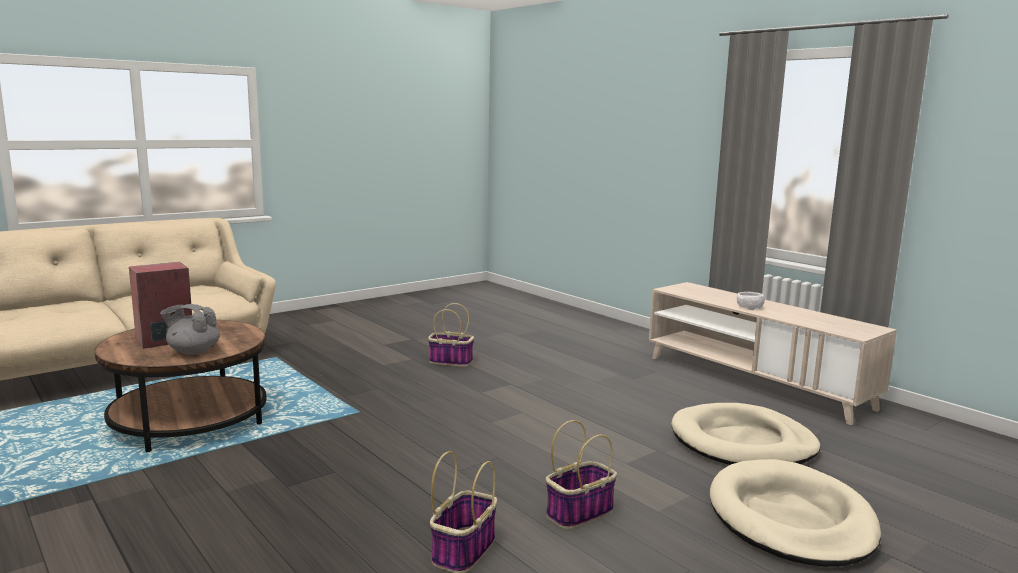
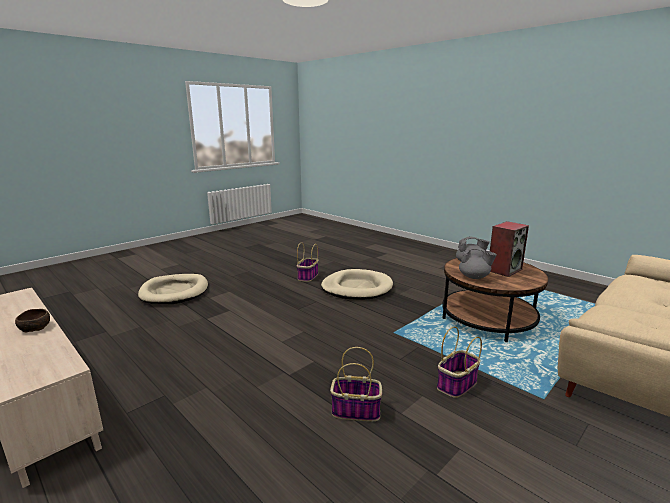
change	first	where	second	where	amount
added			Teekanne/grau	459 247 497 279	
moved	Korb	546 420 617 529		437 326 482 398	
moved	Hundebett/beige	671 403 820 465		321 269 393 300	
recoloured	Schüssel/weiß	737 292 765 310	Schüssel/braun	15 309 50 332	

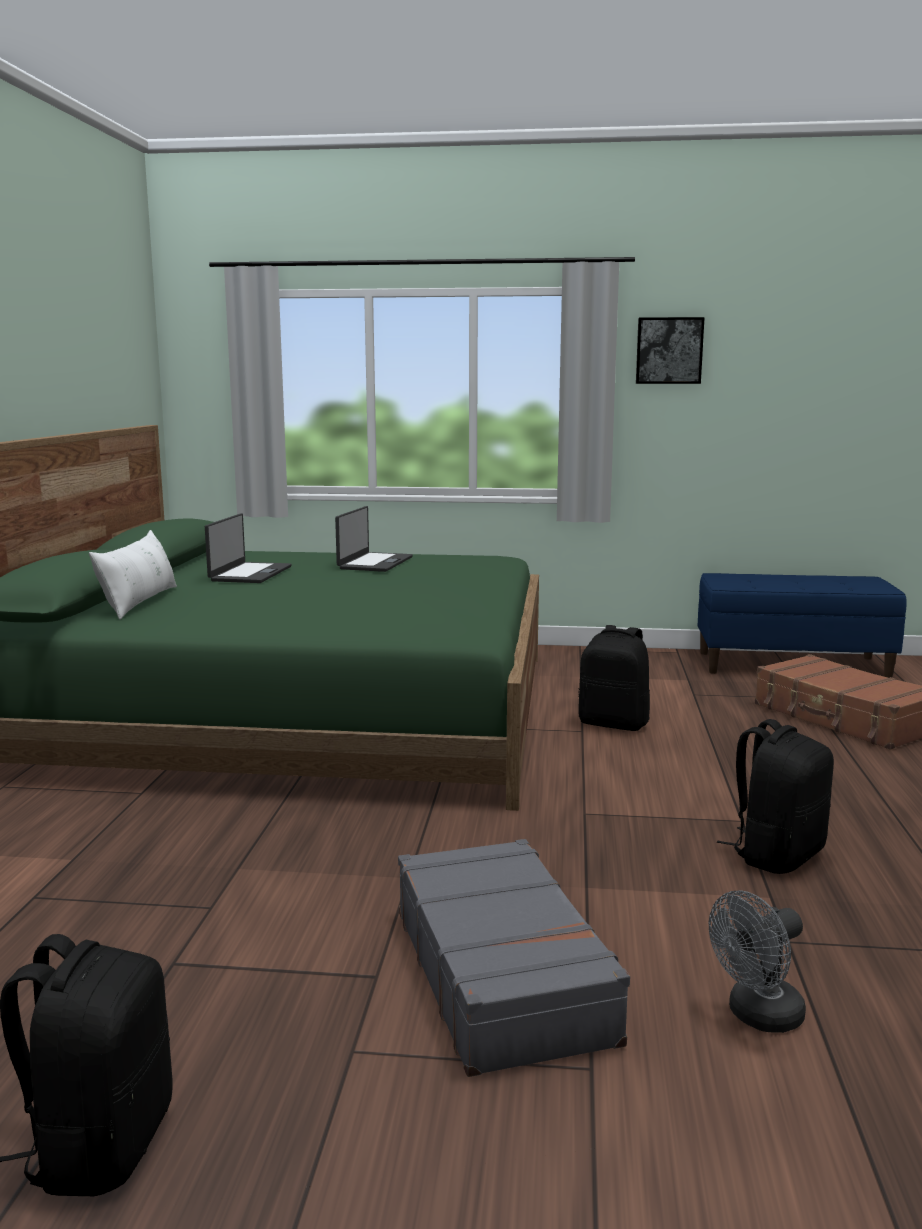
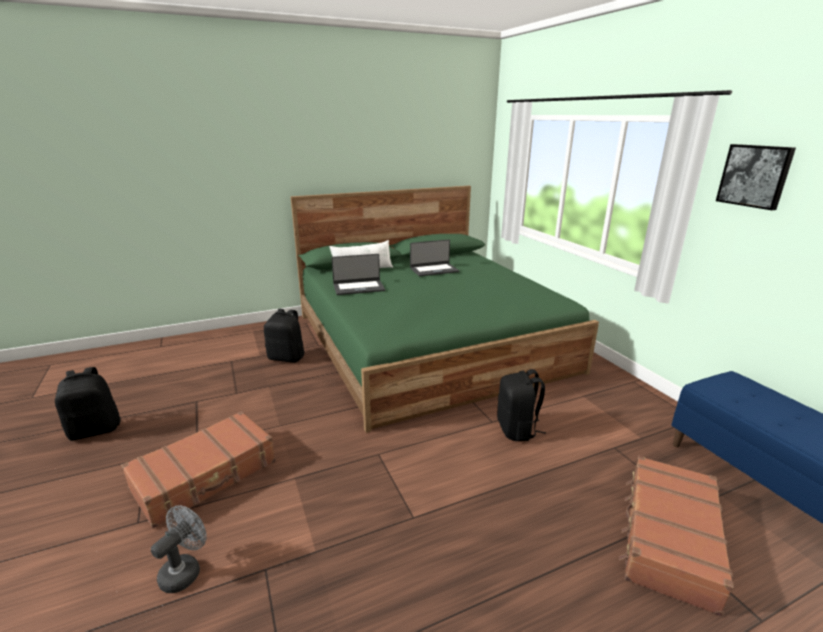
change	first	where	second	where	amount
moved	Laptop	335 506 413 572		332 254 385 295	
moved	Rucksack/schwarz	717 719 834 874		264 309 305 363	
recoloured	Koffer/grau	398 839 630 1077	Koffer/braun	121 411 276 528	
turned	Ventilator/grau	709 890 806 1033		151 505 206 593	90 degrees clockwise

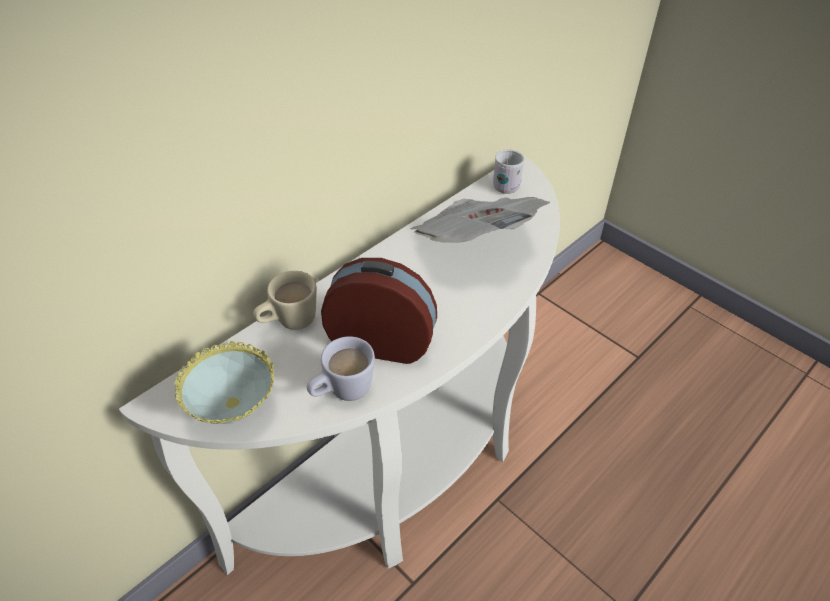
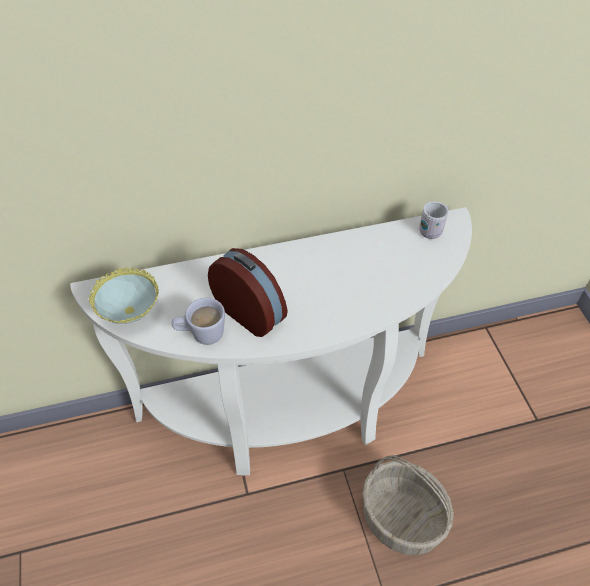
change	first	where	second	where	amount
removed	Henkelbecher/beige	253 271 317 330			
removed	Zeitung	410 197 550 243			
added			Korb	362 455 454 555	

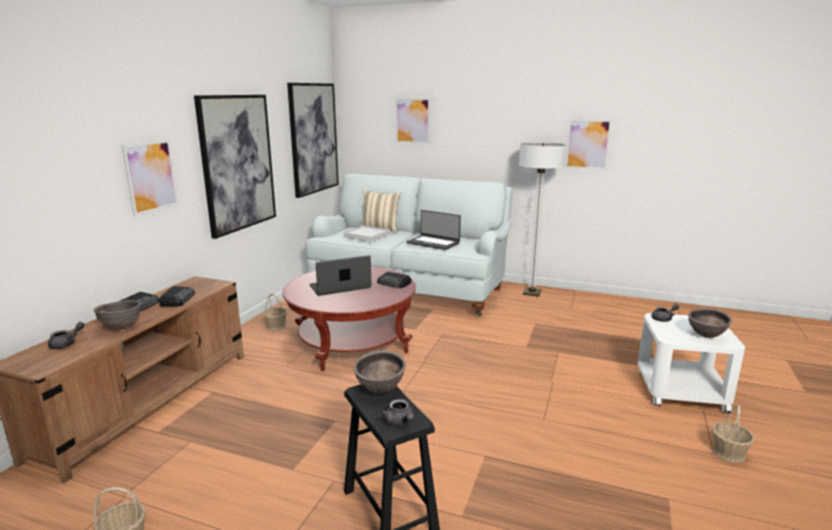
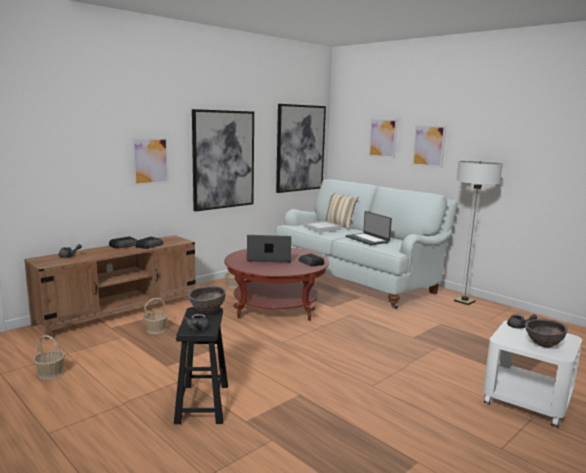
change	first	where	second	where	amount
removed	Schüssel/braun	93 300 141 330			
moved	Bild	565 119 612 170		412 125 446 168	
moved	Korb	712 405 754 463		143 298 168 334	

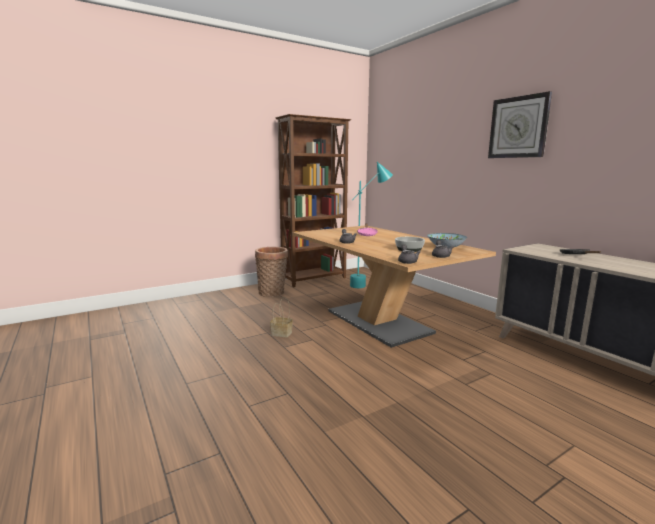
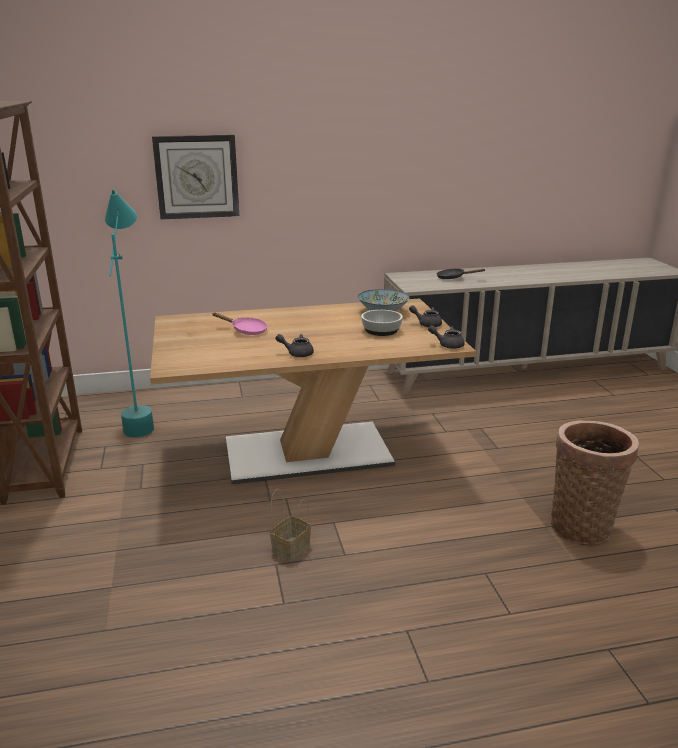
change	first	where	second	where	amount
moved	Korb	255 247 288 297		551 420 639 546	
moved	Wanduhr	488 91 552 158		152 135 239 219	

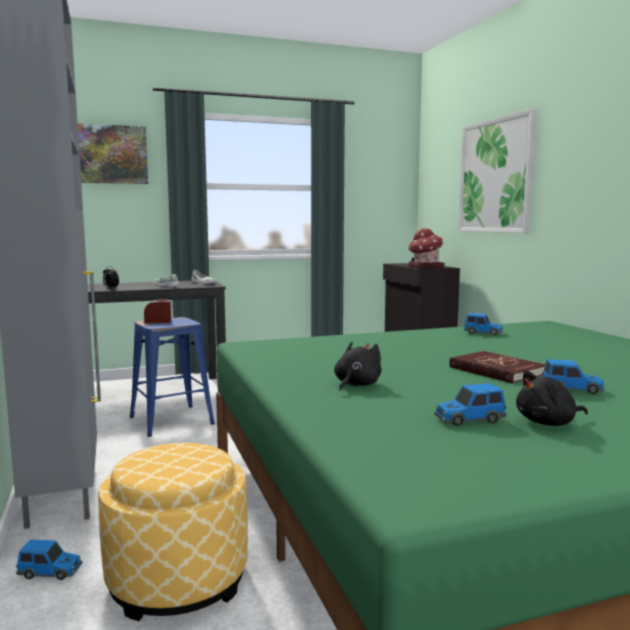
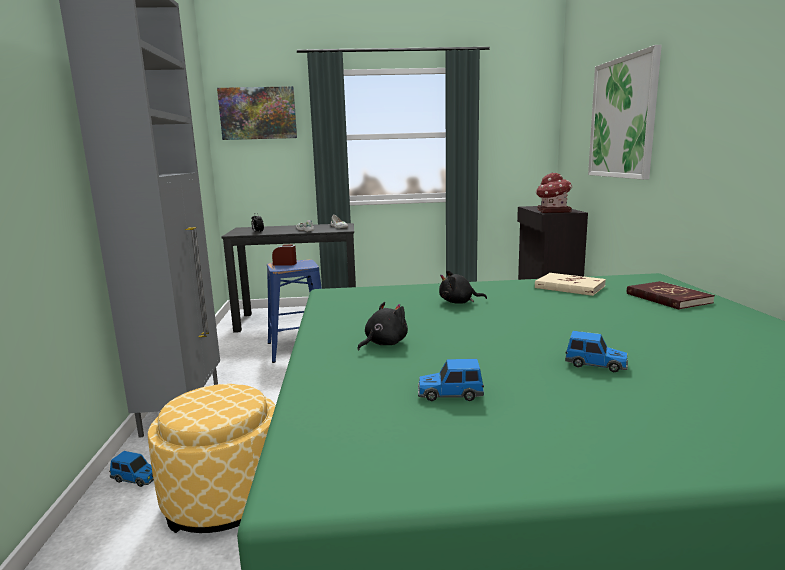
change	first	where	second	where	amount
moved	Buch/rot	449 351 545 384		627 281 715 310	
moved	Plüschtier/schwarz	516 371 588 426		439 270 487 304	
replaced	Spielzeugauto	464 313 503 336	Buch/beige	535 273 606 296	

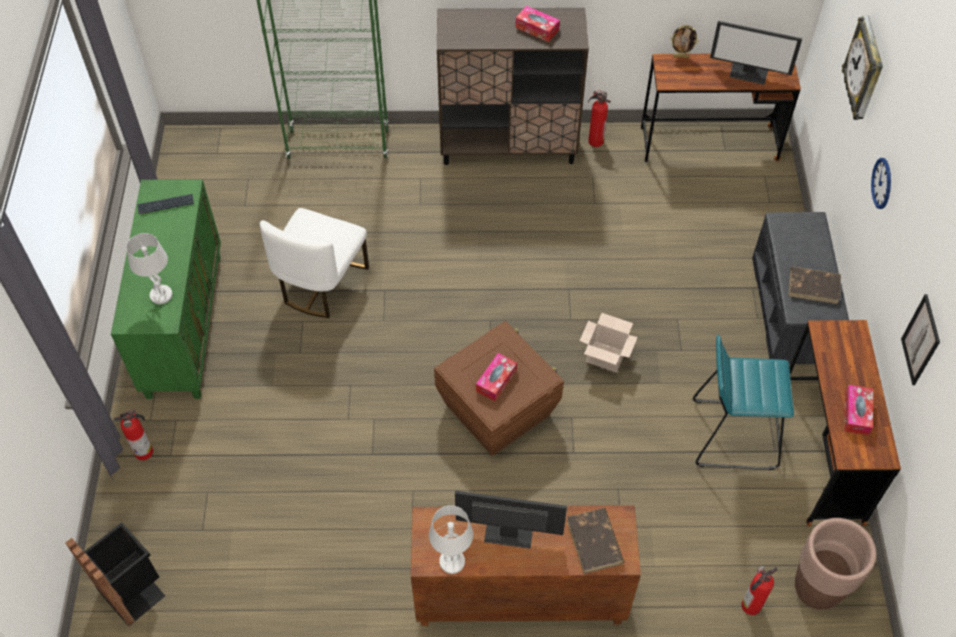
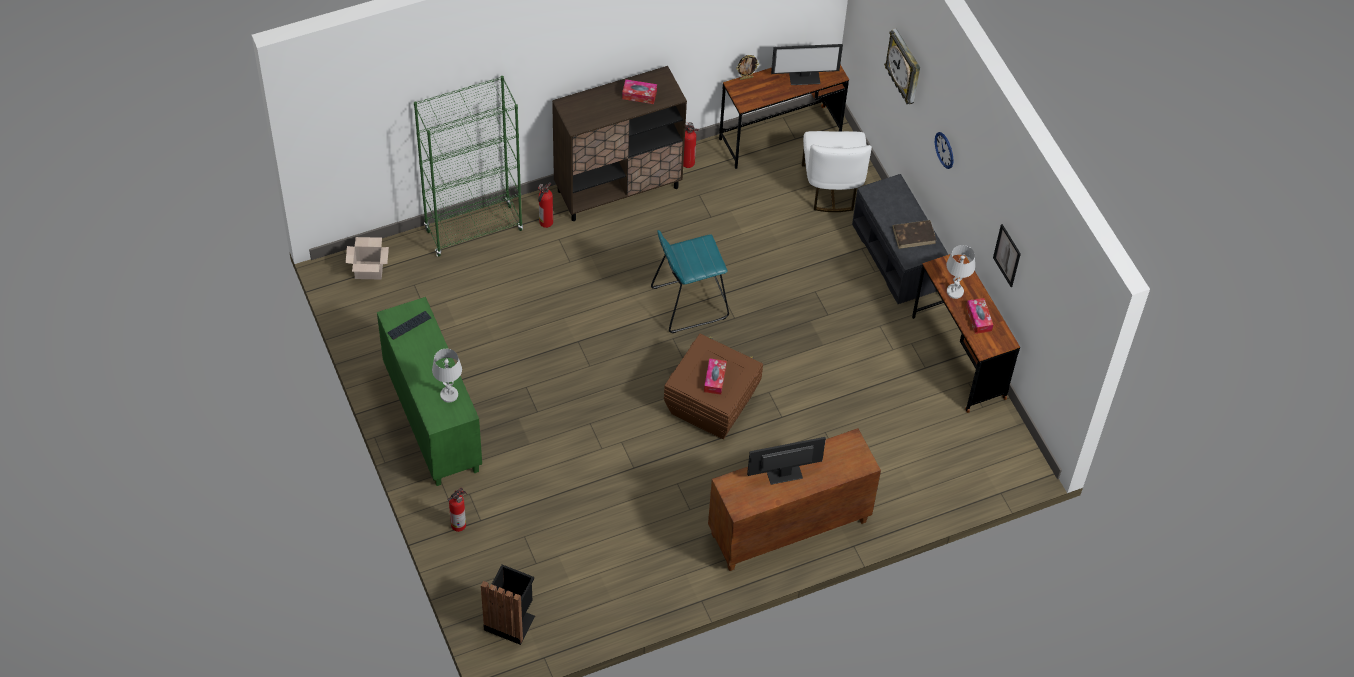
change	first	where	second	where	amount
removed	Buch/braun	567 508 624 574			
removed	Pflanzkübel/braun	795 518 876 609			
moved	Stuhl/weiß	260 208 369 318		802 131 872 212	
moved	Tischlampe/weiß	429 505 473 574		946 245 975 299	
moved	Karton	580 313 638 372		345 237 389 280	
moved	Hocker/türkis	693 335 794 470		651 230 729 333	
moved	Feuerlöscher	741 565 778 615		538 182 553 228	

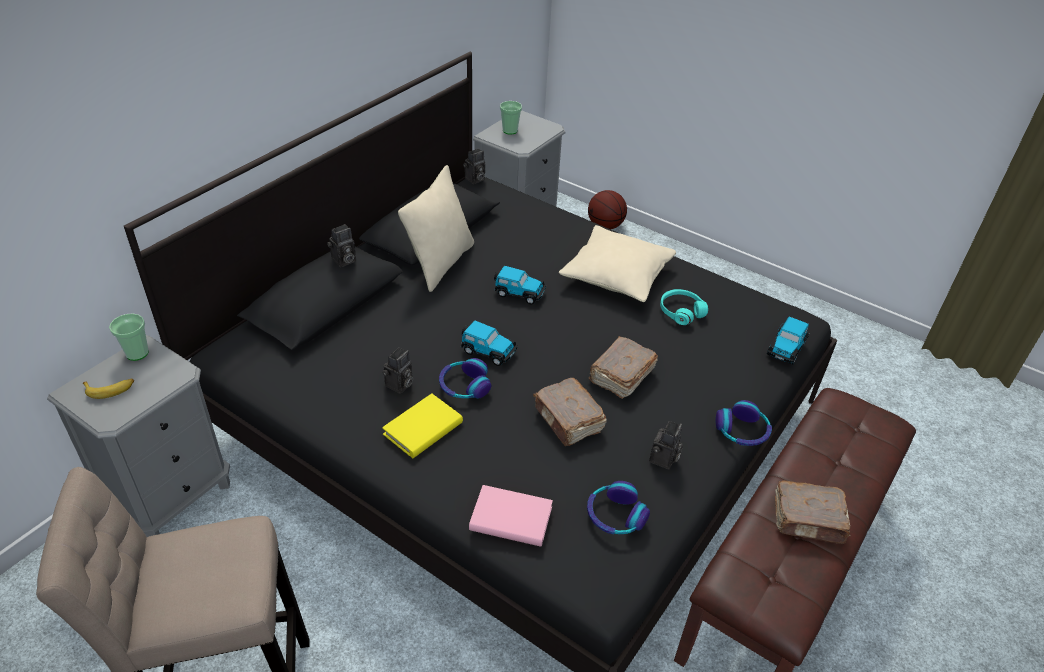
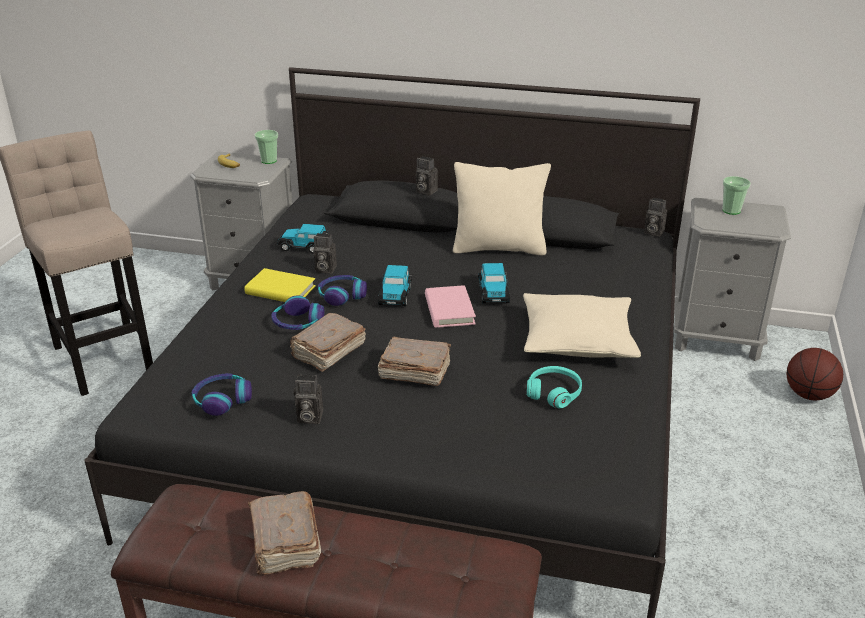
change	first	where	second	where	amount
moved	Buch/rosa	469 485 553 547		425 285 476 328	
moved	Kopfhörer	716 400 772 446		271 296 324 330	
moved	Spielzeugauto	767 317 809 364		277 224 328 254	

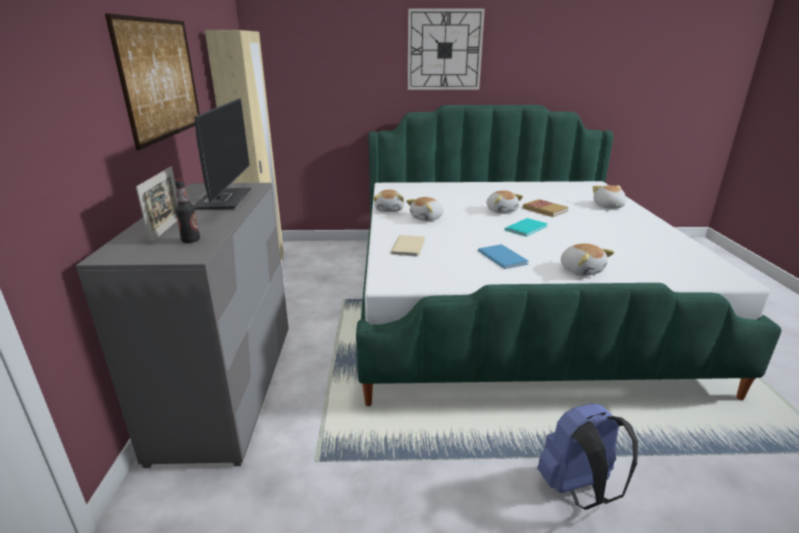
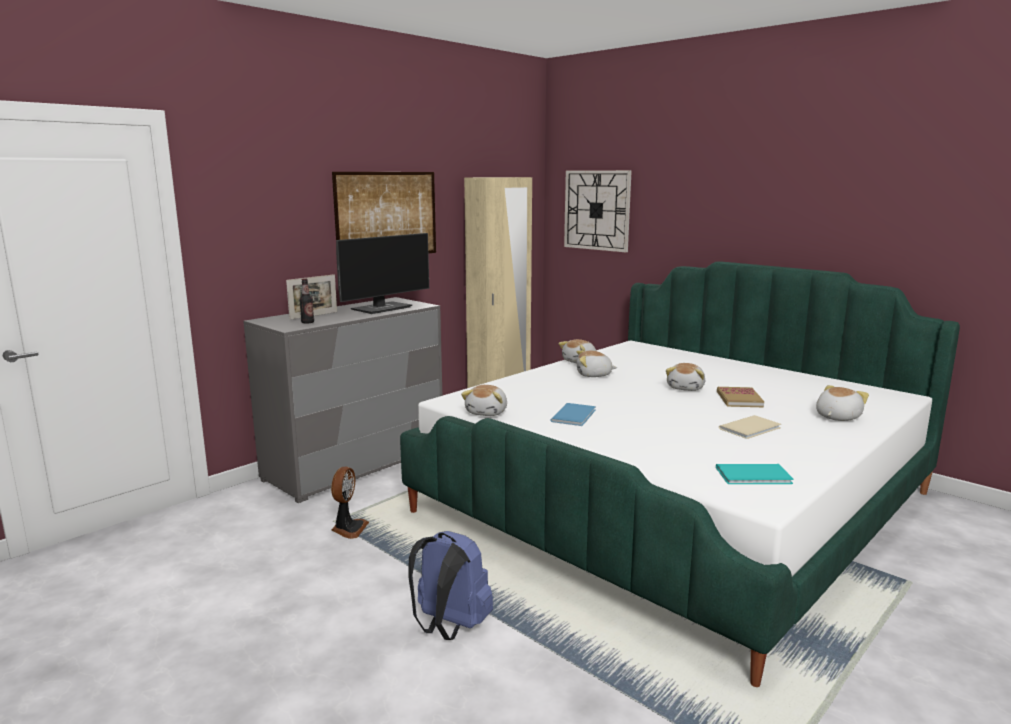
change	first	where	second	where	amount
added			Ventilator	331 467 369 539	
moved	Buch/beige	390 235 425 257		719 415 781 439	
moved	Wanduhr	408 8 485 90		564 170 632 252	
moved	Buch/türkis	504 218 548 237		716 464 793 484	
moved	Plüschtier	561 243 614 276		461 385 507 416	

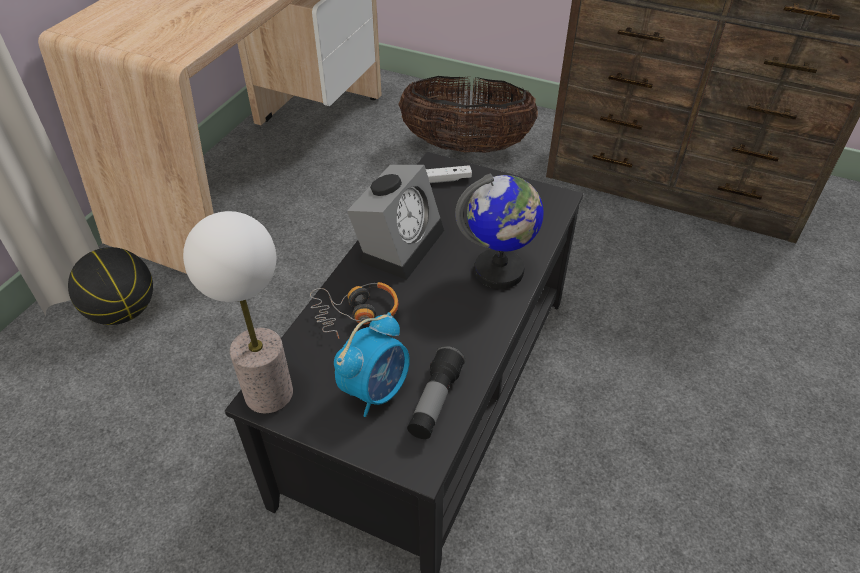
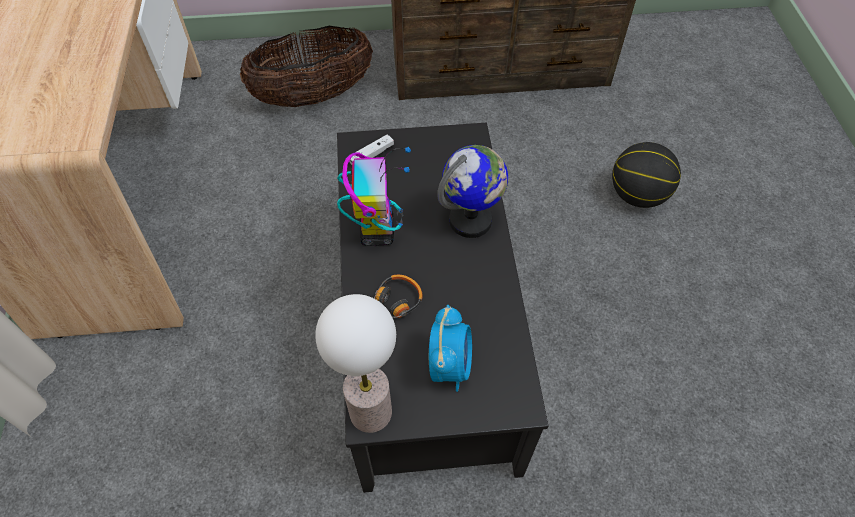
change	first	where	second	where	amount
removed	Taschenlampe	407 346 465 439			
moved	Basketball	68 247 153 325		612 142 681 208	
replaced	Wecker	347 165 444 280	Spielzeugroboter	337 147 411 246	

